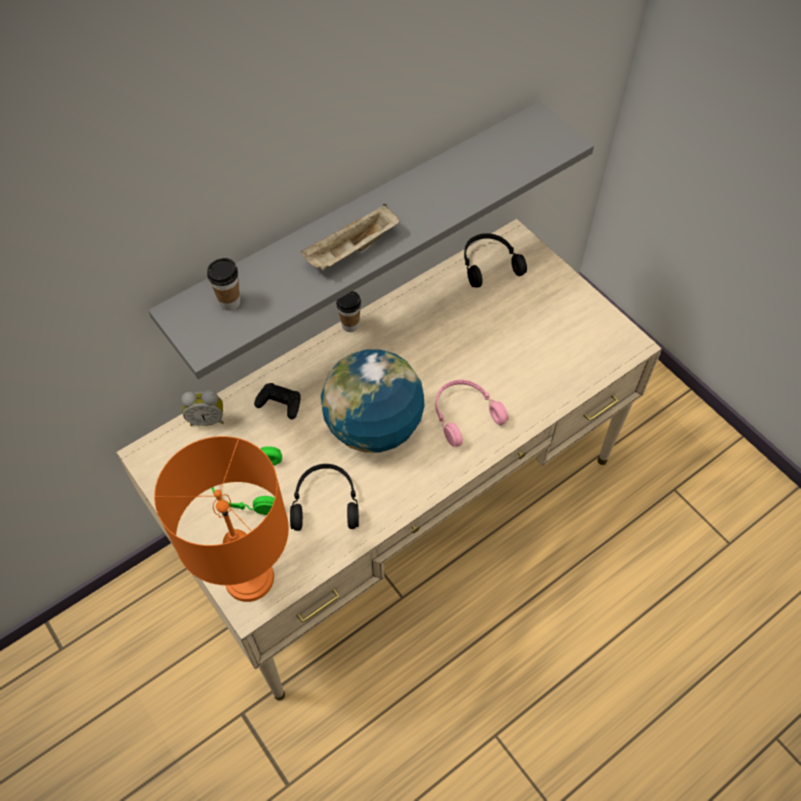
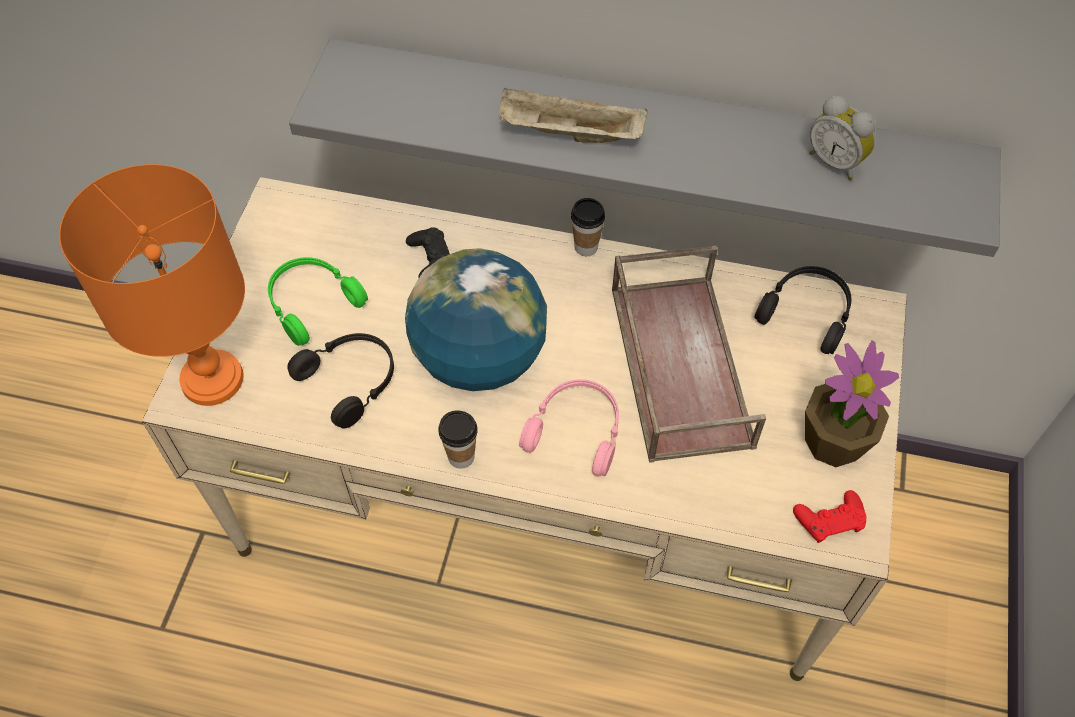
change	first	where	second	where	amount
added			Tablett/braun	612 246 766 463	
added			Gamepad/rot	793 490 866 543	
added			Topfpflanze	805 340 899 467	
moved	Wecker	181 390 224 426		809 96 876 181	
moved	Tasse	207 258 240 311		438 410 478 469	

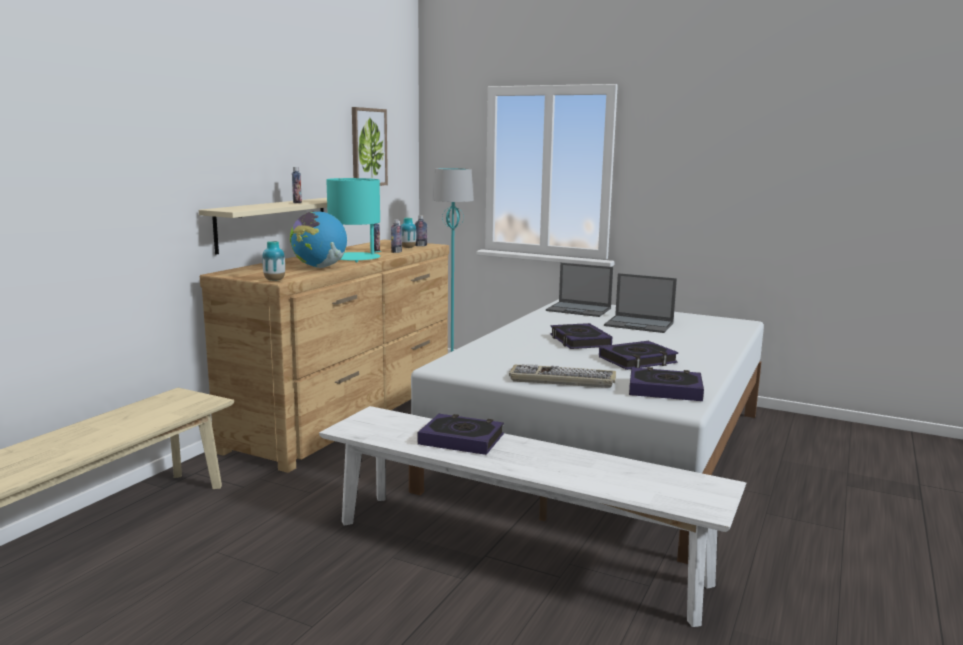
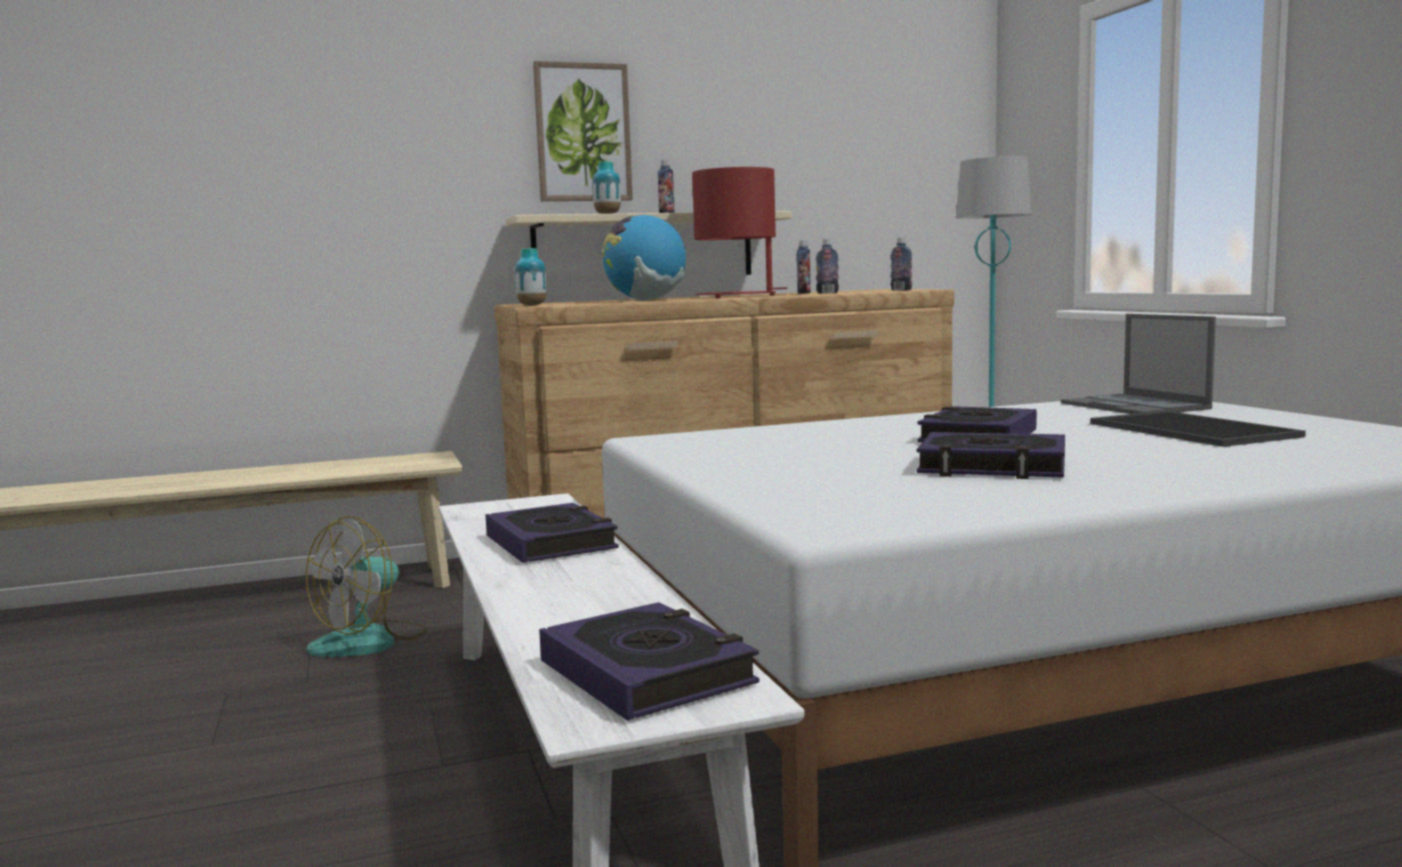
change	first	where	second	where	amount
removed	Tastatur	509 364 616 388			
added			Ventilator	306 516 427 657	
moved	Bild	352 107 388 186		533 61 633 201	
moved	Vase	401 218 416 248		592 161 621 214	
moved	Buch	629 367 704 401		539 602 759 721	
replaced	Laptop	604 273 677 333	Tablett	1090 411 1306 447	
recoloured	Tischlampe/türkis	326 178 381 262	Tischlampe/rot	692 167 787 298	

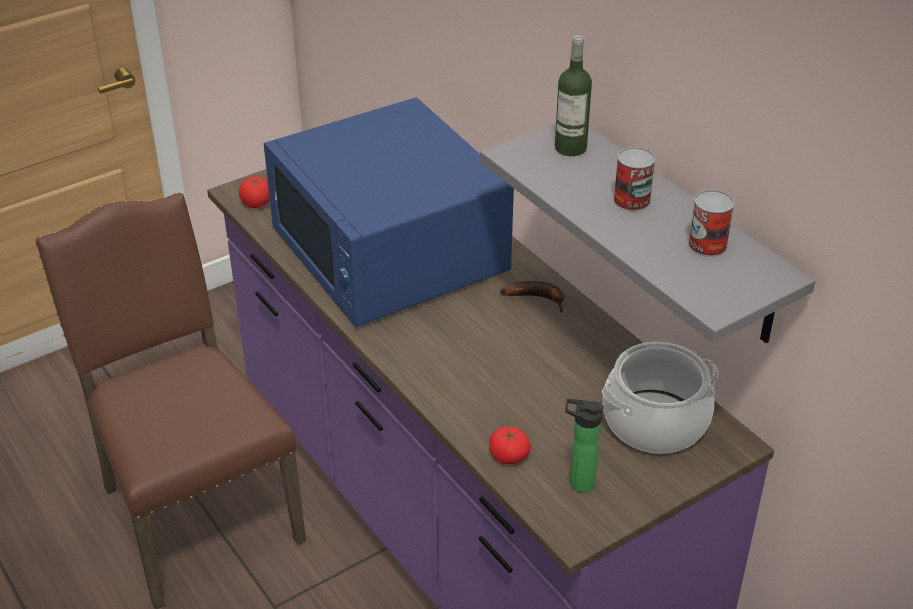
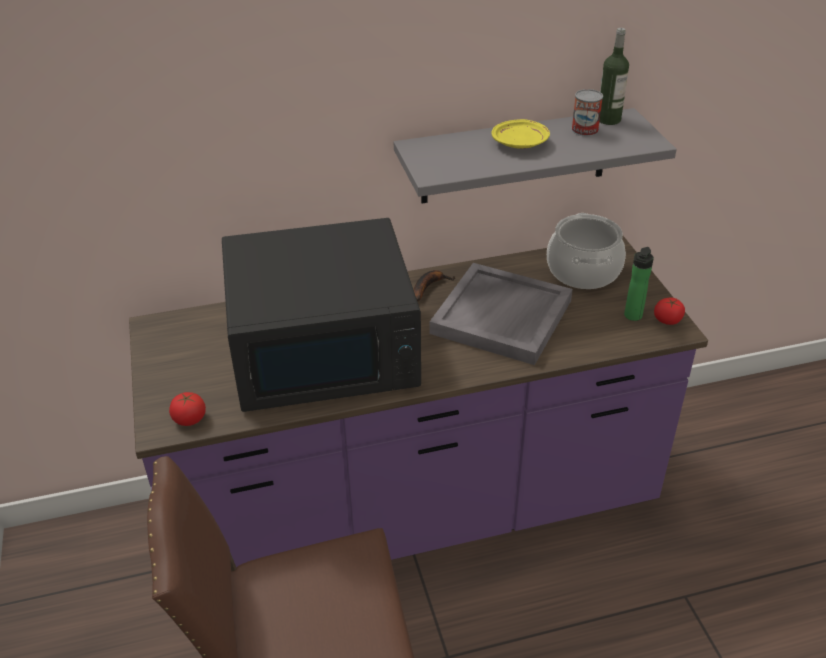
change	first	where	second	where	amount
added			Tablett/grau	429 263 573 365	
moved	Tomate	489 427 531 464		654 298 685 325	
moved	Flasche	555 35 592 156		599 28 629 125	
replaced	Dose	613 147 656 211	Teller/gelb	491 119 550 149	
recoloured	Mikrowelle/blau	264 97 514 327	Mikrowelle/schwarz	222 218 421 412	

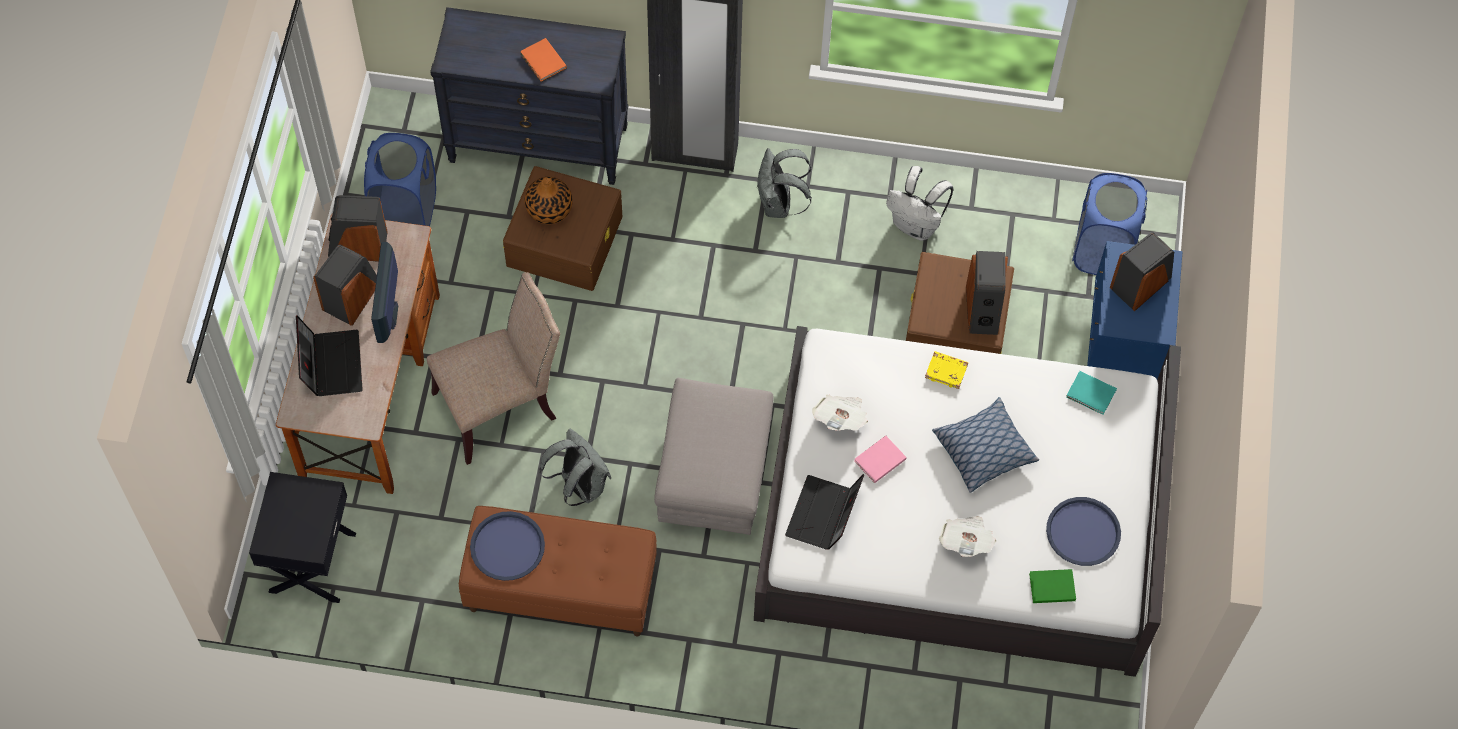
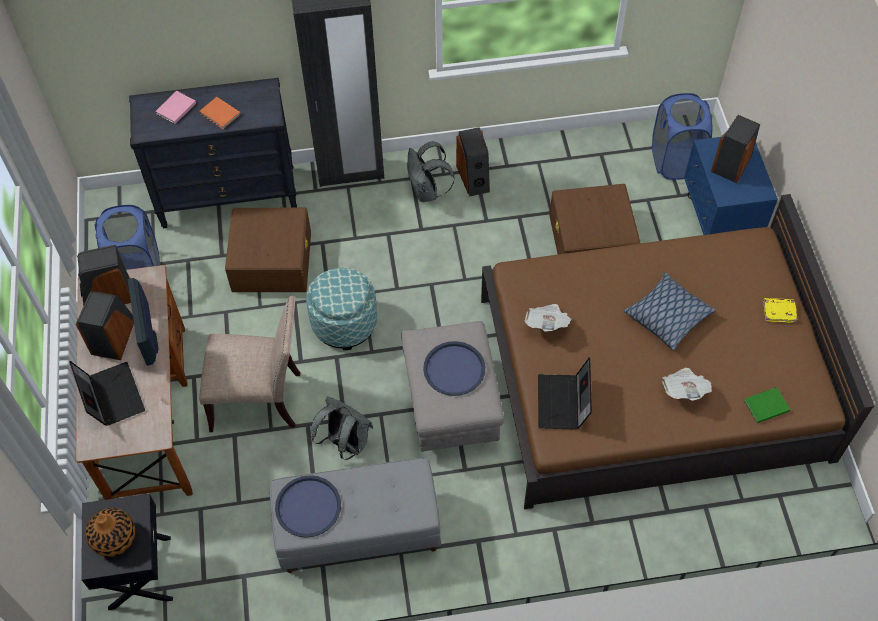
change	first	where	second	where	amount
removed	Rucksack/weiß	886 166 953 241			
removed	Buch/türkis	1066 371 1117 415			
added			Polsterhocker	306 268 377 350	
moved	Vase	525 177 573 224		85 508 135 557	
moved	Buch/rosa	854 435 907 483		156 91 196 124	
moved	Buch/gelb	925 351 968 389		763 298 797 323	
moved	Lautsprecher	966 251 1008 335		456 127 490 197	
moved	Tablett/blau	1046 497 1121 566		423 341 485 396	
recoloured	Bank/braun	459 506 657 636	Bank/grau	270 458 441 573	
recoloured	Bett/weiß	754 326 1181 677	Bett/braun	481 194 875 509	
turned	Stuhl/beige	427 272 560 465		199 296 300 432	45 degrees clockwise

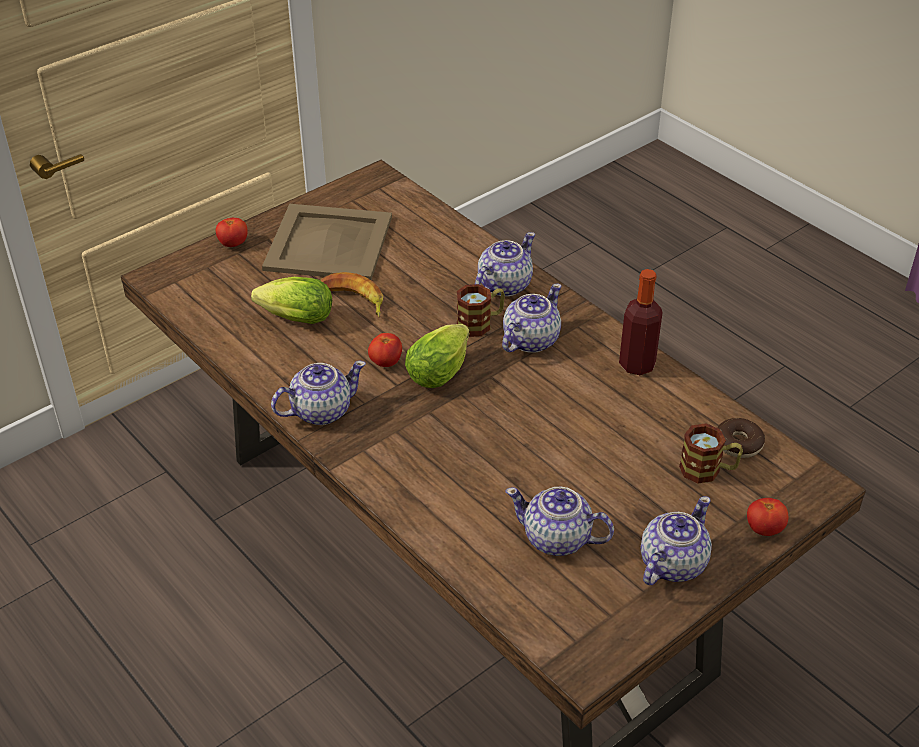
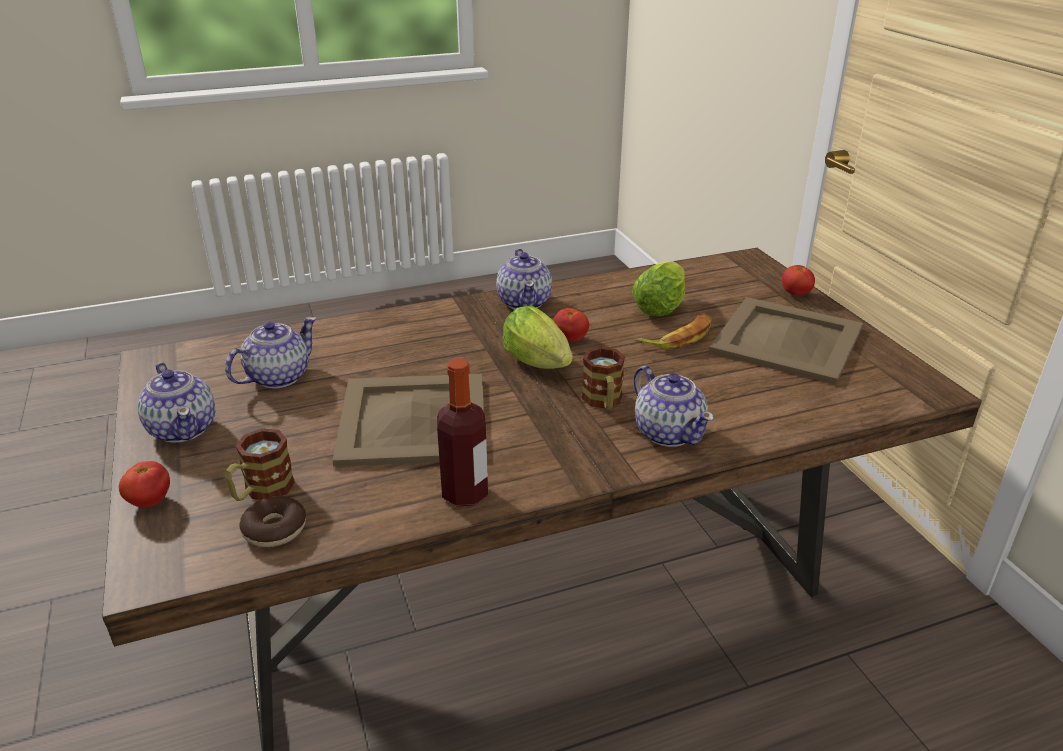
change	first	where	second	where	amount
removed	Teekanne	502 284 561 353			
added			Tablett/beige	332 374 484 467	

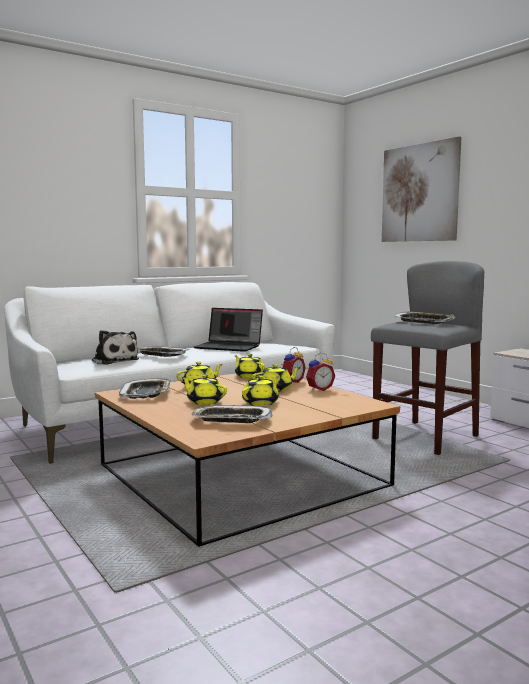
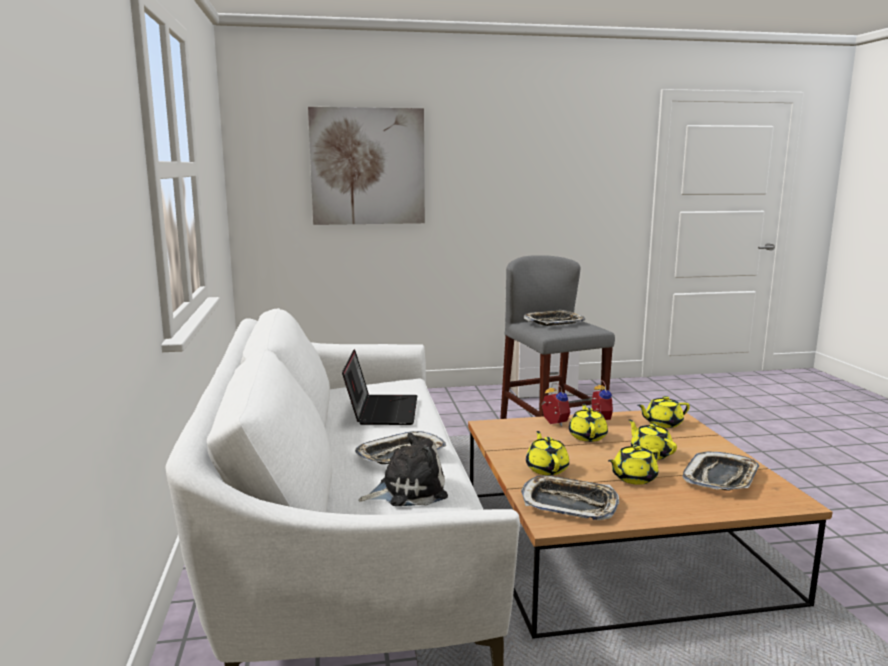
change	first	where	second	where	amount
moved	Teekanne/gelb	234 354 265 379		637 396 690 428	
turned	Laptop	194 308 263 352		342 349 417 425	45 degrees counterclockwise

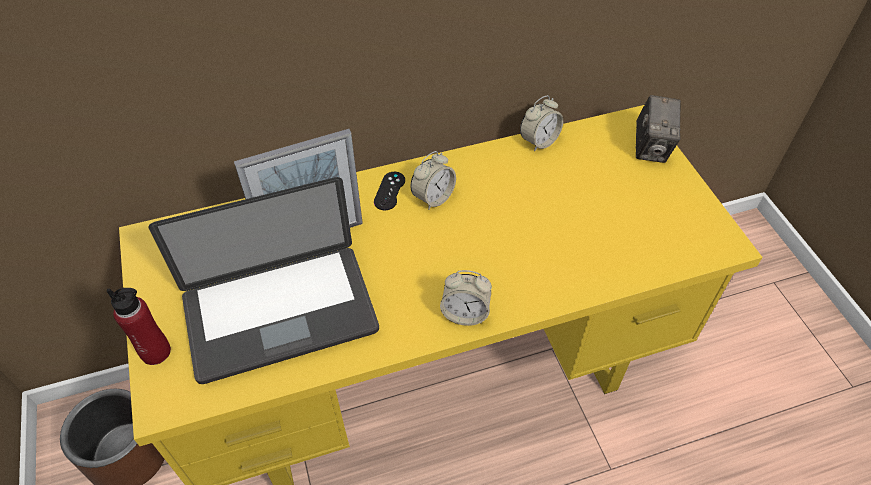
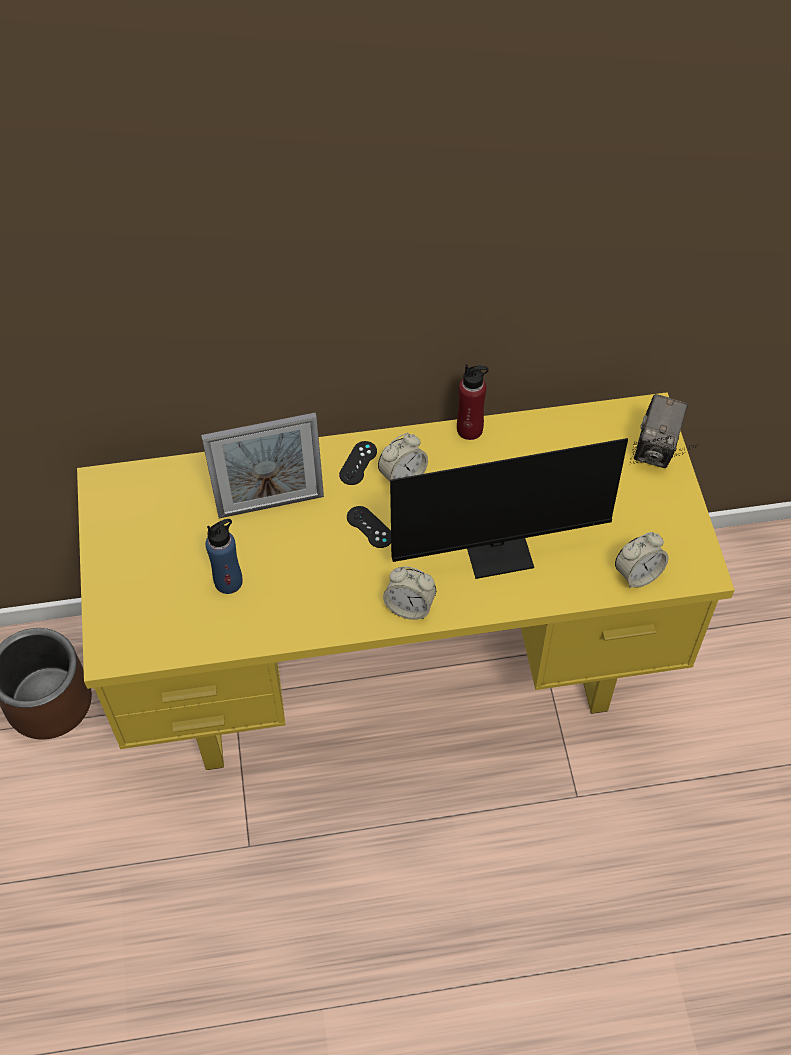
change	first	where	second	where	amount
added			Gamepad/schwarz	347 506 391 548	
added			Monitor	390 436 699 579	
moved	Flasche/rot	107 288 171 365		457 365 489 440	
moved	Wecker	520 95 563 152		615 532 668 588	
replaced	Laptop	149 177 379 384	Flasche/blau	205 519 243 594	

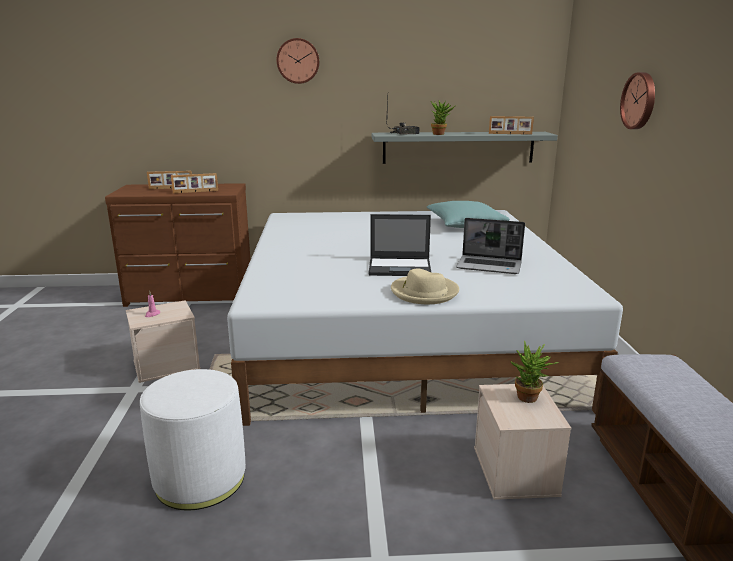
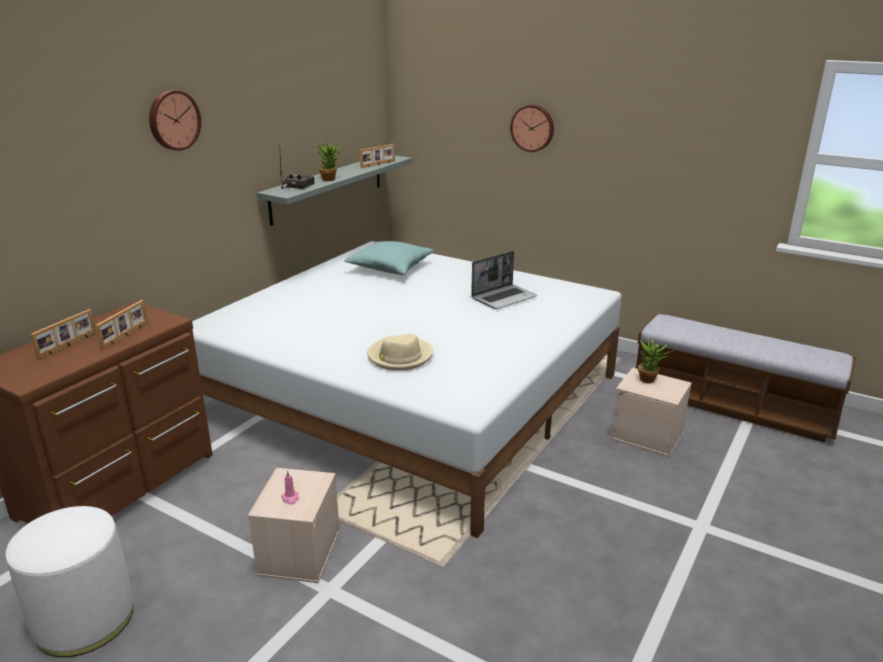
change	first	where	second	where	amount
removed	Laptop	368 214 432 276			
moved	Polsterhocker/weiß	140 369 246 510		6 506 133 657	
moved	Hut/beige	391 269 459 304		367 334 433 370	

